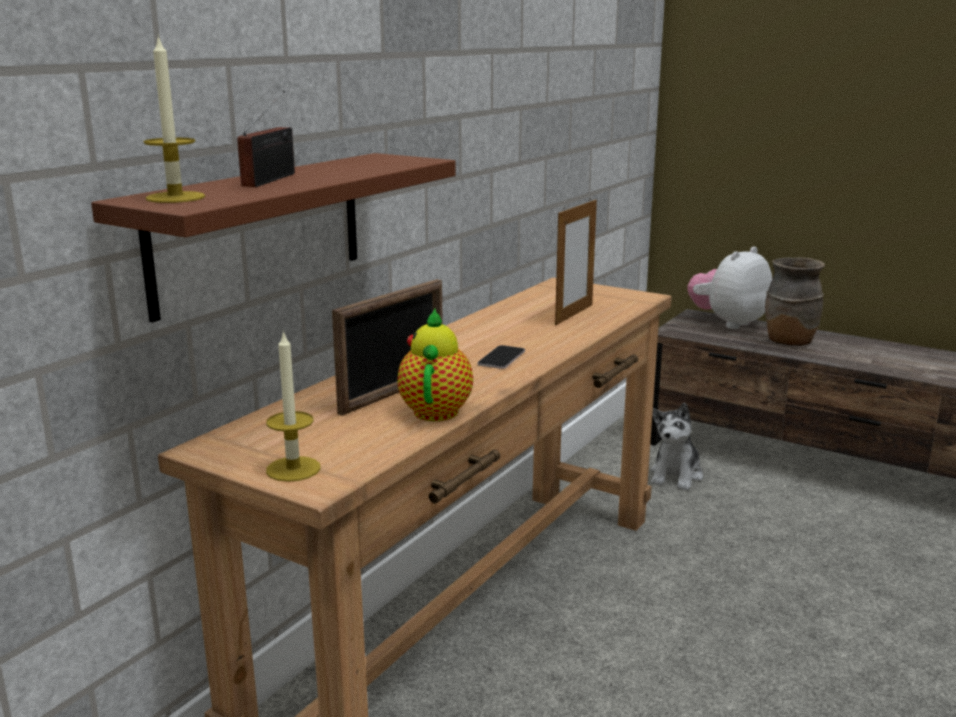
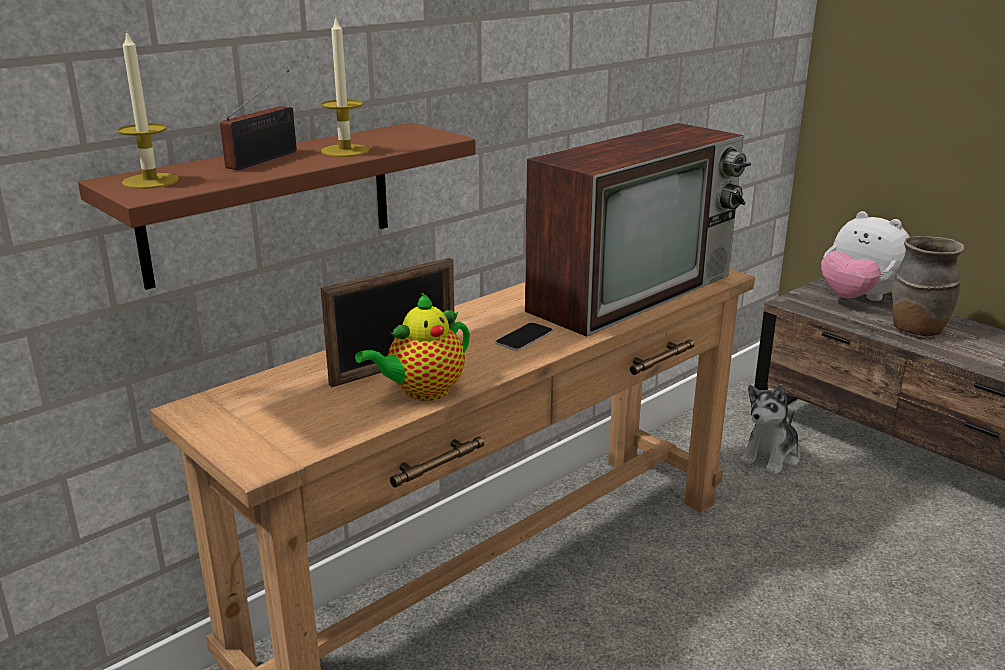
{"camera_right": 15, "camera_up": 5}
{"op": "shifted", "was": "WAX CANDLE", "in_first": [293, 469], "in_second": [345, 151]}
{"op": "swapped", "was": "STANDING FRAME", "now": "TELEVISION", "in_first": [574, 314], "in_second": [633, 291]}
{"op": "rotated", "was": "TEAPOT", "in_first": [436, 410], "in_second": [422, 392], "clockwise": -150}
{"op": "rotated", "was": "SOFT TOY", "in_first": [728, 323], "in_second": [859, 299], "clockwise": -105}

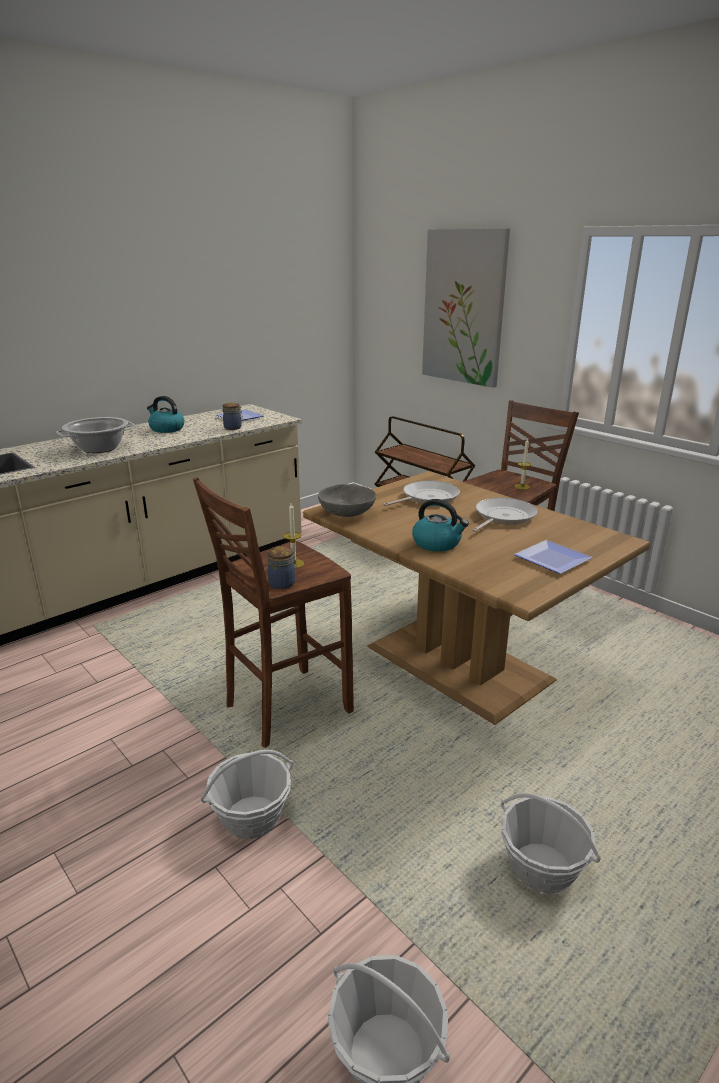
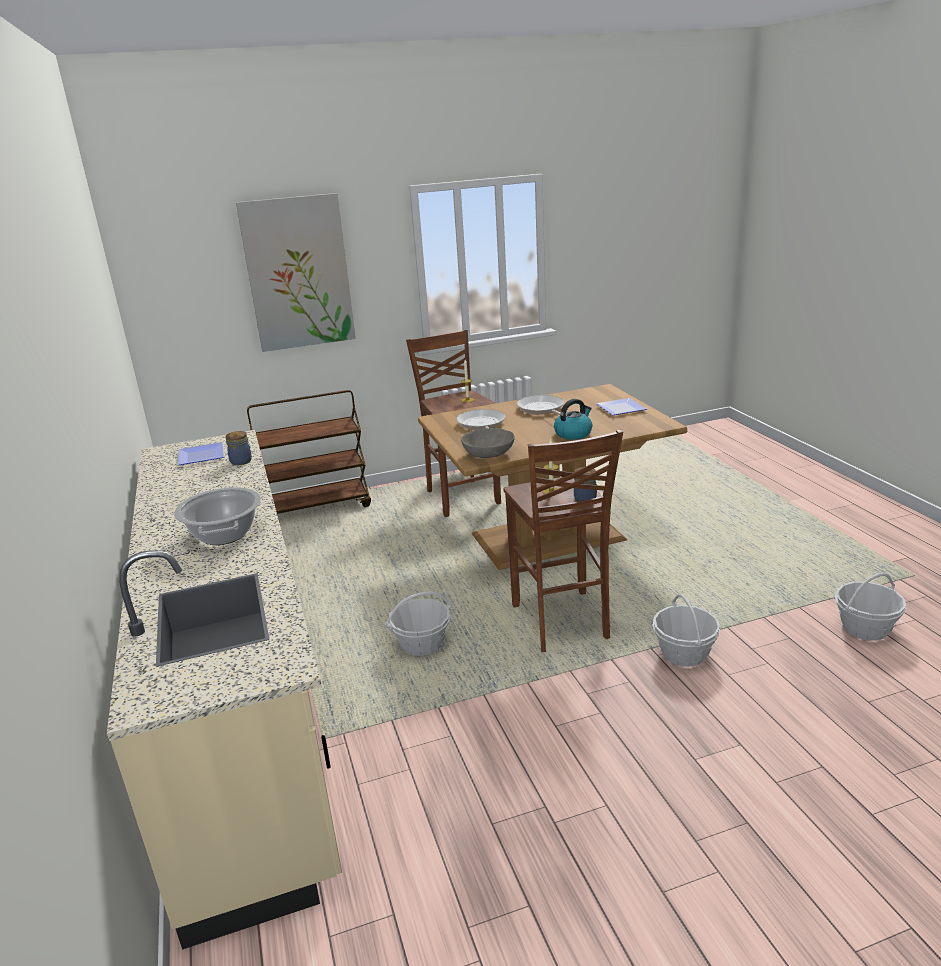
{"camera_right": -65, "camera_up": 0}
{"op": "gone", "was": "TEA KETTLE", "in_first": [166, 429]}
{"op": "shifted", "was": "STORAGE BASKET", "in_first": [541, 867], "in_second": [422, 644]}

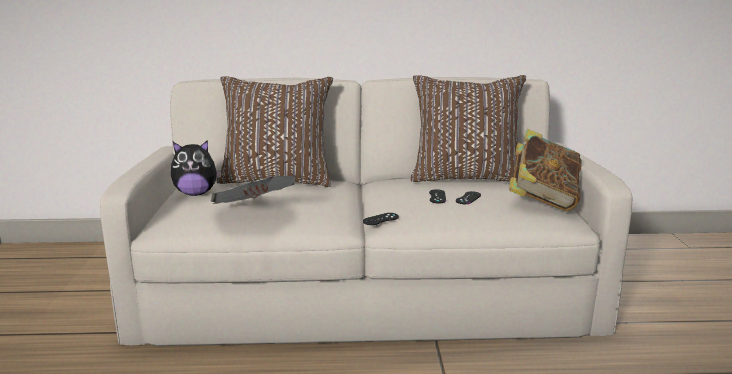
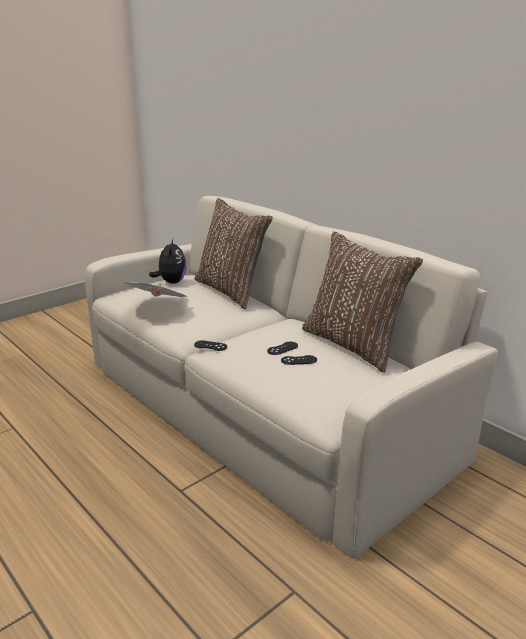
{"camera_right": 50, "camera_up": 5}
{"op": "gone", "was": "BOOK", "in_first": [542, 200]}
{"op": "rotated", "was": "SOFT TOY", "in_first": [196, 193], "in_second": [171, 282], "clockwise": -135}

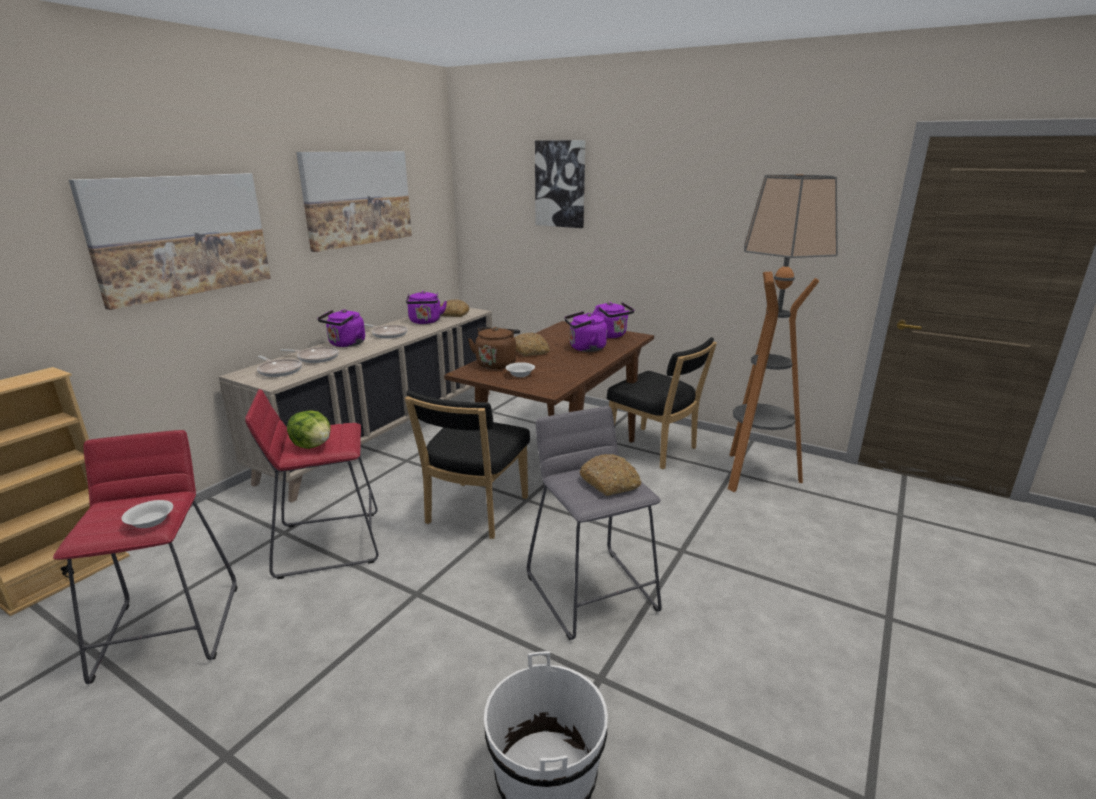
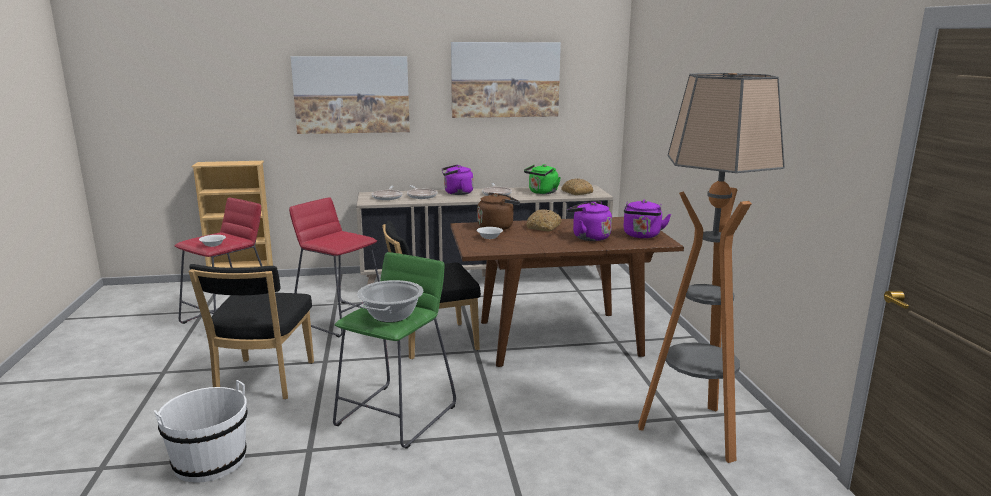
{"camera_right": 50, "camera_up": -5}
{"op": "gone", "was": "LETTUCE HEAD", "in_first": [313, 445]}
{"op": "gone", "was": "PICTURE", "in_first": [560, 184]}
{"op": "shifted", "was": "BLACKISH UPRIGHT CHAIR", "in_first": [655, 450], "in_second": [263, 382]}
{"op": "swapped", "was": "BAKERY BREAD", "now": "SAUCEPOT", "in_first": [610, 483], "in_second": [391, 315]}
{"op": "repainted", "was": "PURPLISH TEA KETTLE", "now": "GREEN TEA KETTLE", "in_first": [425, 322], "in_second": [542, 192]}
{"op": "repainted", "was": "GRAY SITTING STOOL", "now": "GREEN SITTING STOOL", "in_first": [592, 592], "in_second": [396, 415]}

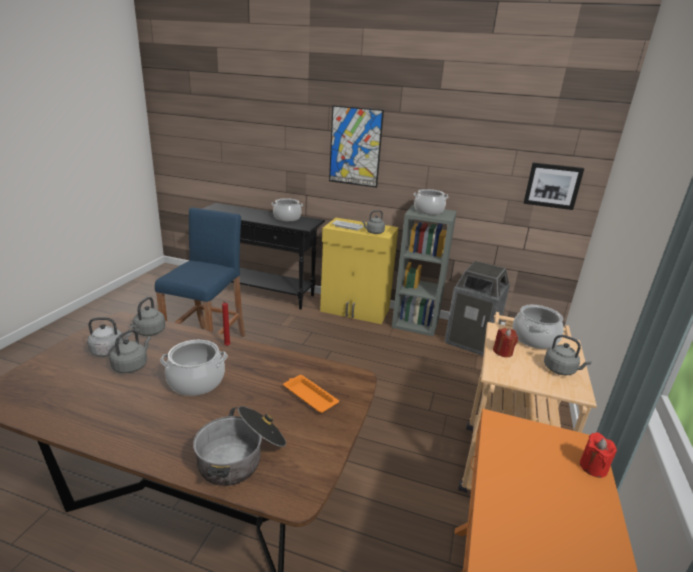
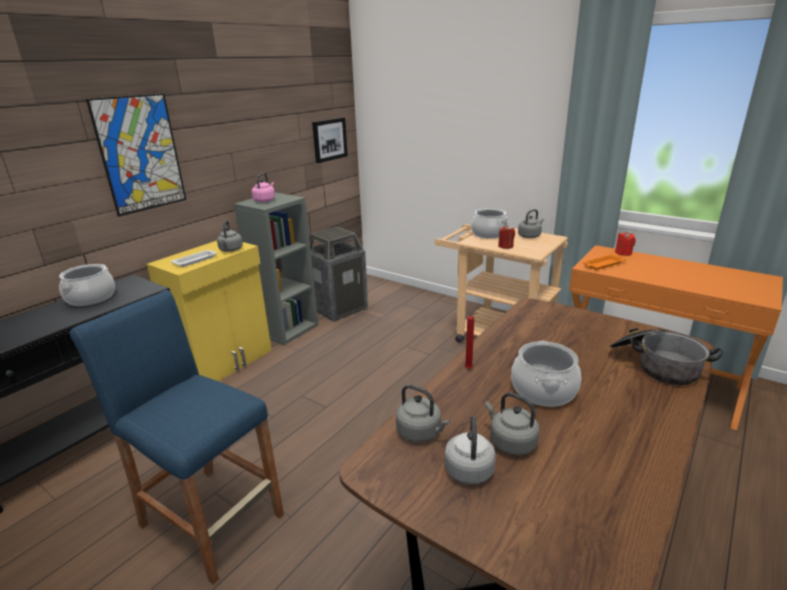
{"camera_right": -70, "camera_up": 0}
{"op": "shifted", "was": "ORANGE-COLOURED CARRYING TRAY", "in_first": [309, 396], "in_second": [602, 264]}
{"op": "swapped", "was": "SAUCEPOT", "now": "PINK-COLOURED TEA KETTLE", "in_first": [428, 211], "in_second": [265, 200]}

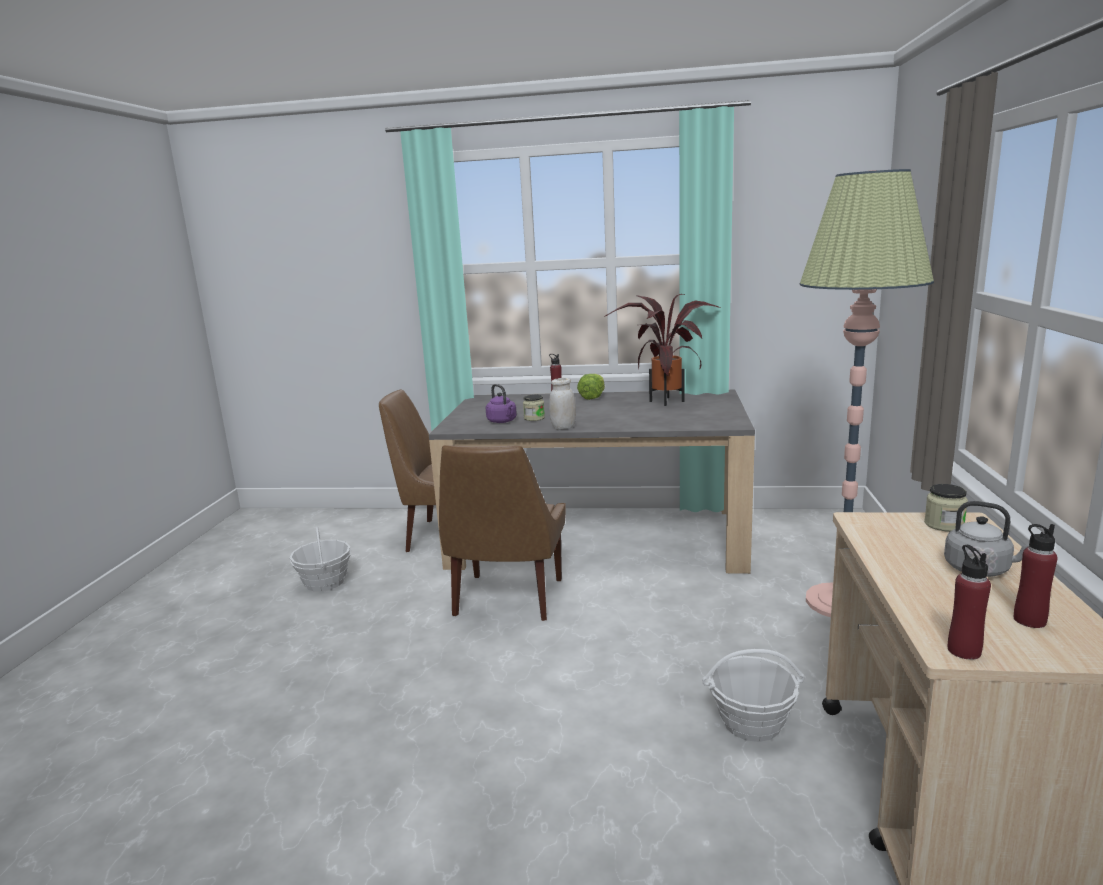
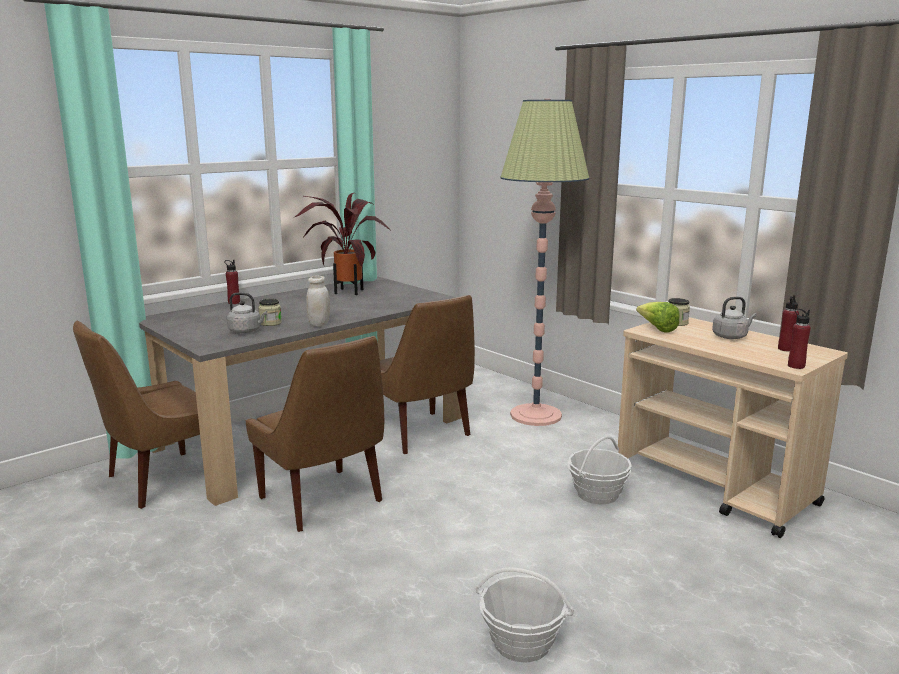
{"camera_right": -50, "camera_up": 0}
{"op": "new", "now": "BROWN UPRIGHT CHAIR", "in_second": [421, 434]}
{"op": "shifted", "was": "STORAGE BASKET", "in_first": [325, 582], "in_second": [521, 642]}
{"op": "shifted", "was": "LETTUCE HEAD", "in_first": [593, 397], "in_second": [657, 329]}
{"op": "repainted", "was": "PURPLISH TEA KETTLE", "now": "GRAY TEA KETTLE", "in_first": [502, 421], "in_second": [246, 331]}

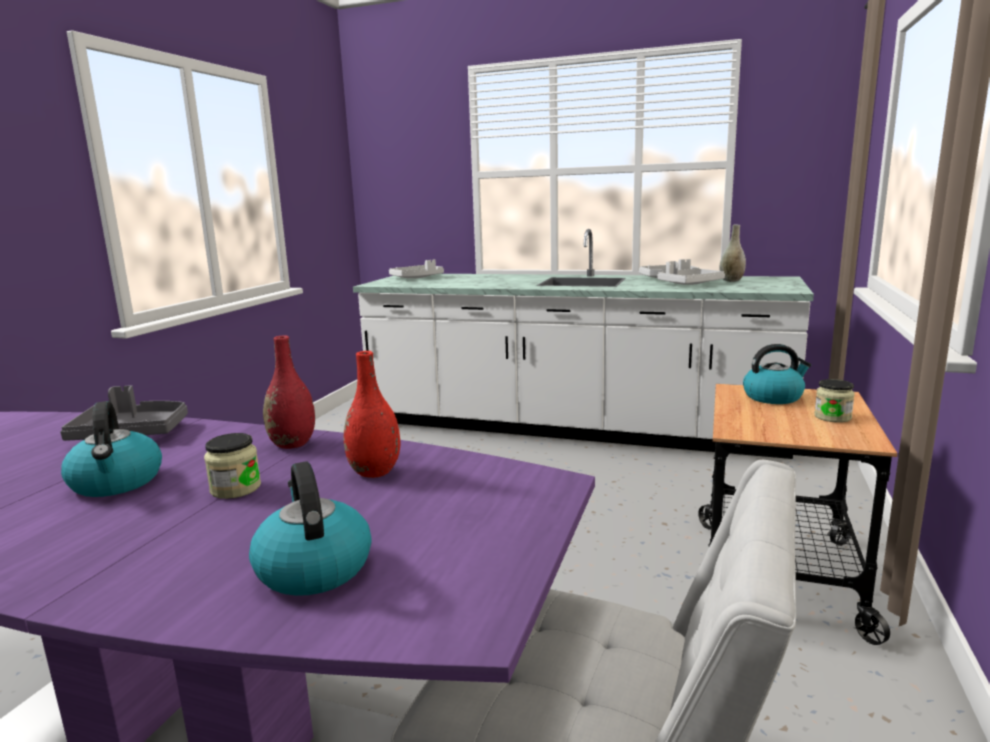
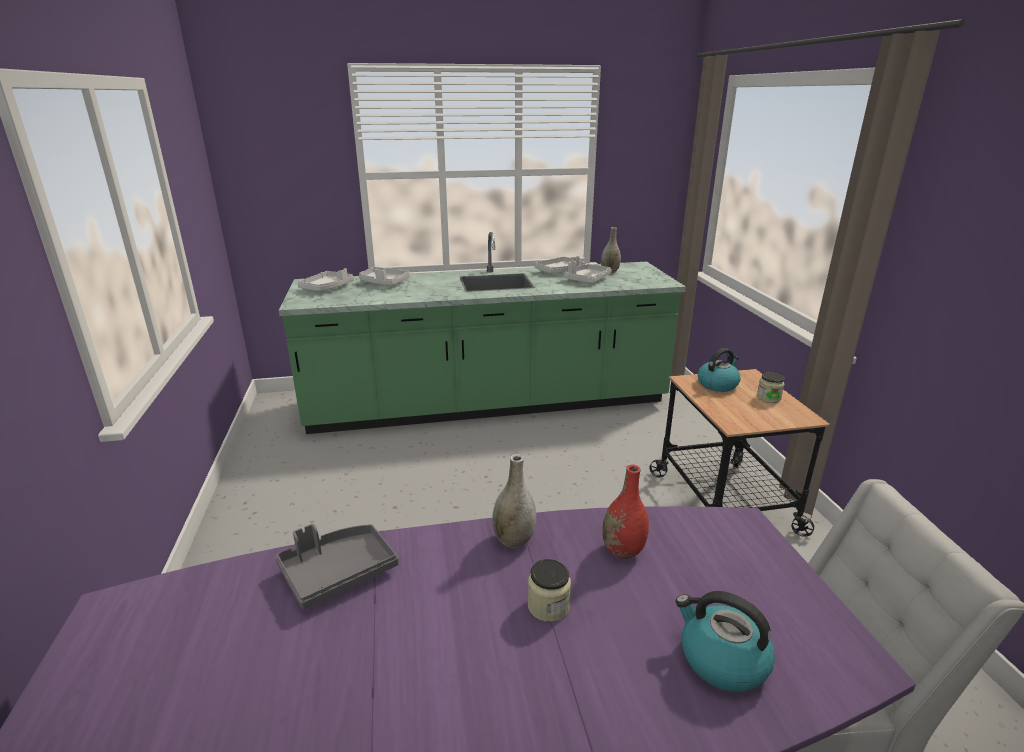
{"camera_right": -30, "camera_up": 10}
{"op": "gone", "was": "TEA KETTLE", "in_first": [117, 483]}
{"op": "new", "now": "GRAY CARRYING TRAY", "in_second": [383, 282]}
{"op": "repainted", "was": "RED DECORATIVE VASE", "now": "GRAY DECORATIVE VASE", "in_first": [292, 444], "in_second": [514, 539]}
{"op": "repainted", "was": "WHITE KITCHEN COUNTER", "now": "GREEN KITCHEN COUNTER", "in_first": [570, 427], "in_second": [488, 404]}

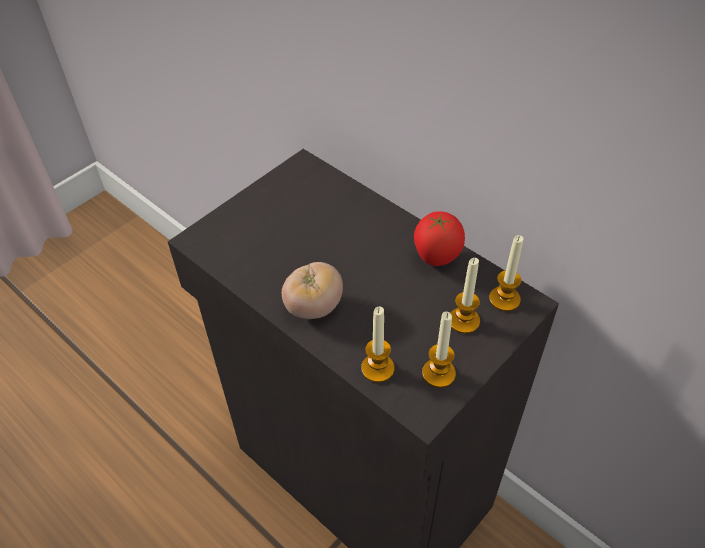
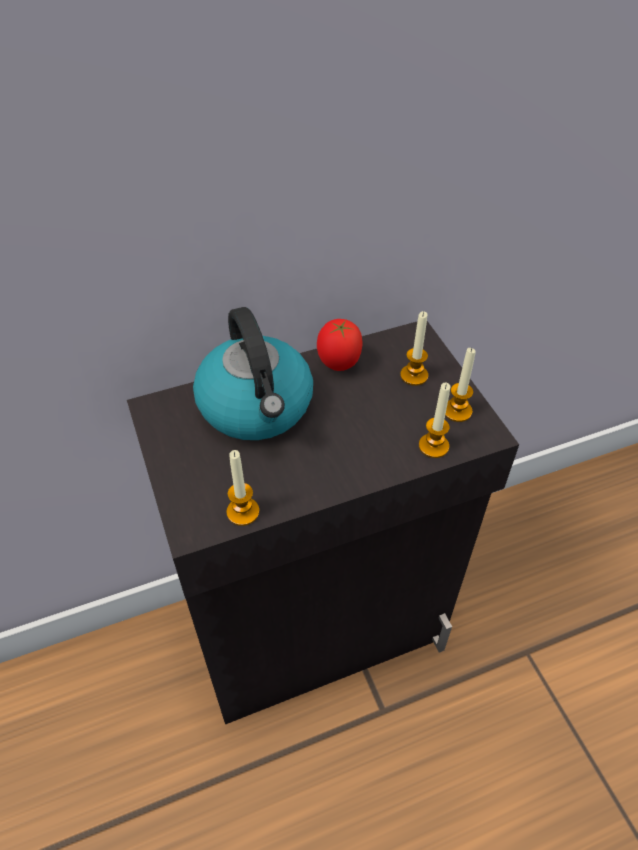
{"camera_right": -65, "camera_up": 0}
{"op": "gone", "was": "FRESH TOMATO", "in_first": [313, 307]}
{"op": "new", "now": "TEA KETTLE", "in_second": [257, 407]}
{"op": "shifted", "was": "WAX CANDLE", "in_first": [504, 299], "in_second": [243, 512]}

